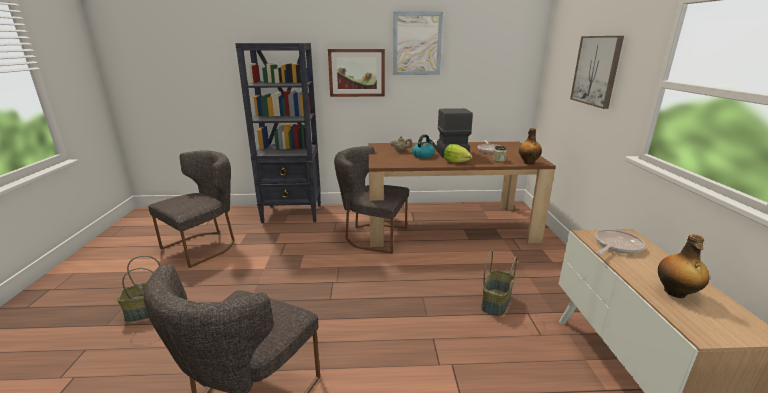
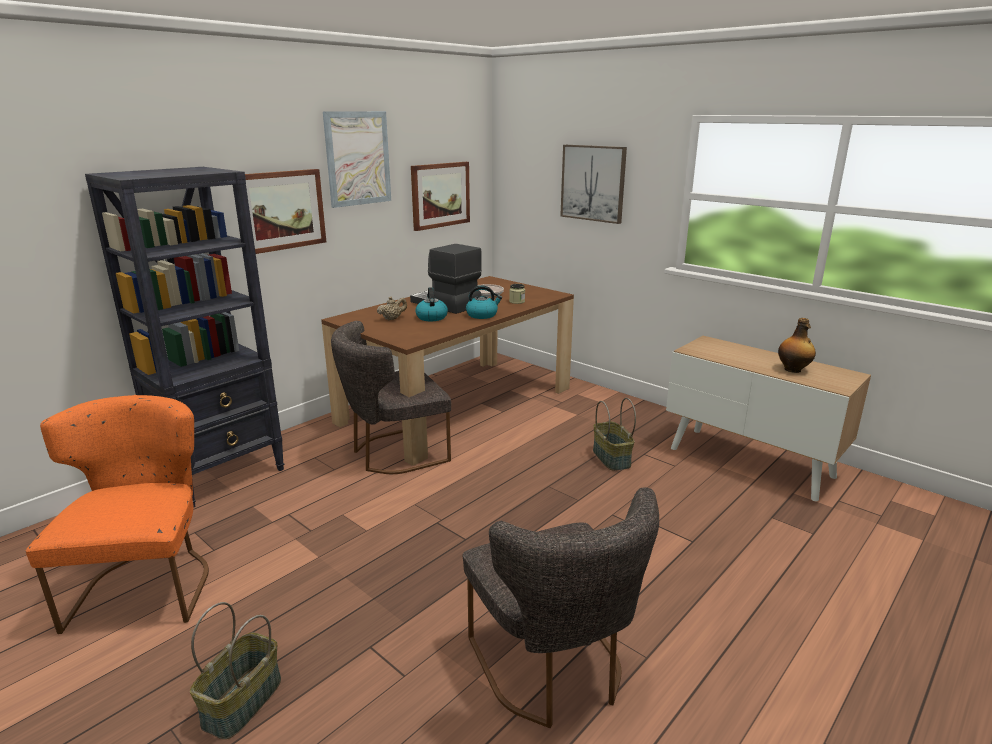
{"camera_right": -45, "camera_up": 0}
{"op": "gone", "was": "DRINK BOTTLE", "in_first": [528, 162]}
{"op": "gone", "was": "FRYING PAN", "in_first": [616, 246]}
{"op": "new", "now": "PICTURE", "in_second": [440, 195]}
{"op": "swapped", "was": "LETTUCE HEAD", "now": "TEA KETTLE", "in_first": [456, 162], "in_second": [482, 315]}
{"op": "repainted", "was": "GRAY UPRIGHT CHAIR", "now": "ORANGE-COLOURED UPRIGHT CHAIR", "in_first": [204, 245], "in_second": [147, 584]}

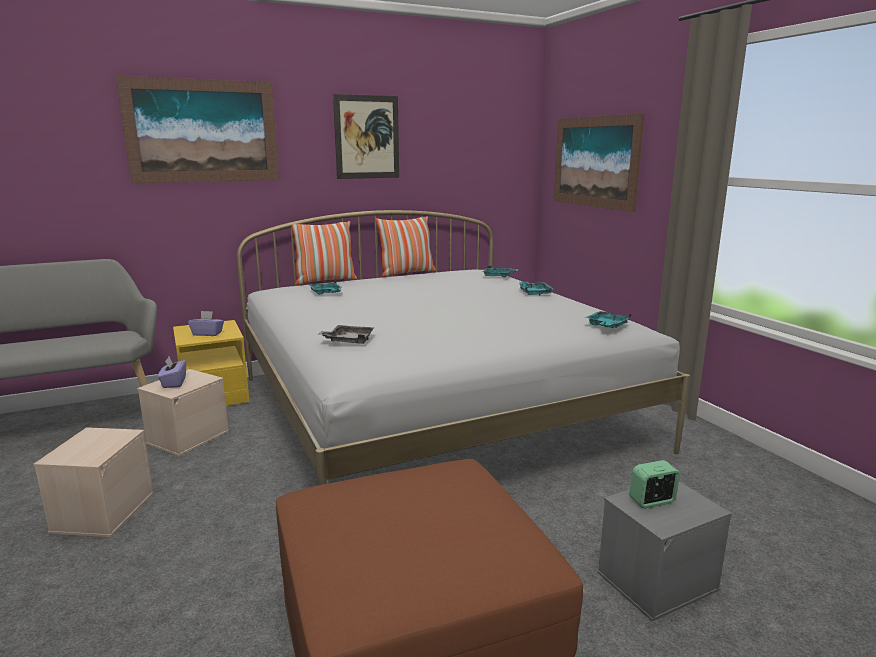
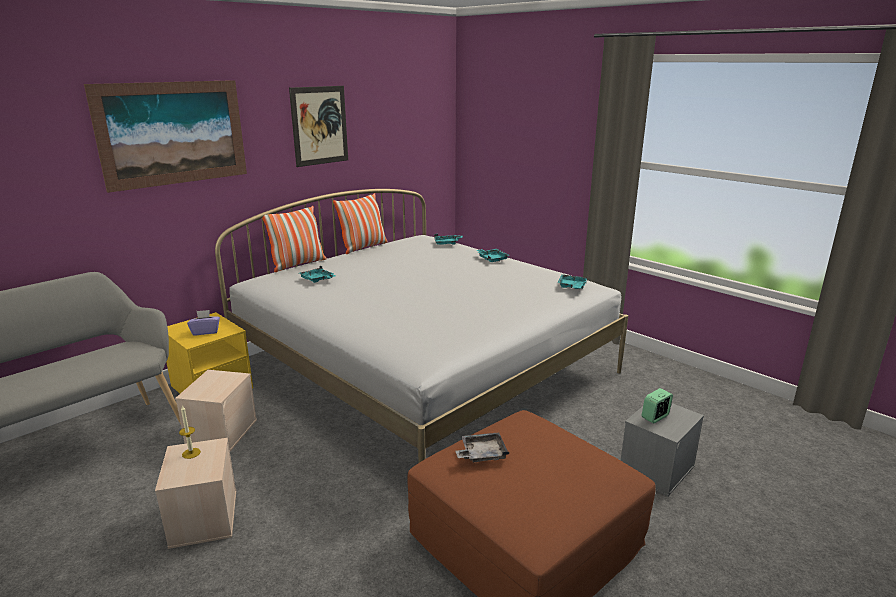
{"camera_right": -20, "camera_up": 5}
{"op": "gone", "was": "PURPLISH TISSUE HOLDER", "in_first": [174, 383]}
{"op": "gone", "was": "PICTURE", "in_first": [595, 162]}
{"op": "new", "now": "WAX CANDLE", "in_second": [191, 453]}
{"op": "shifted", "was": "GRAY CARRYING TRAY", "in_first": [348, 340], "in_second": [482, 454]}

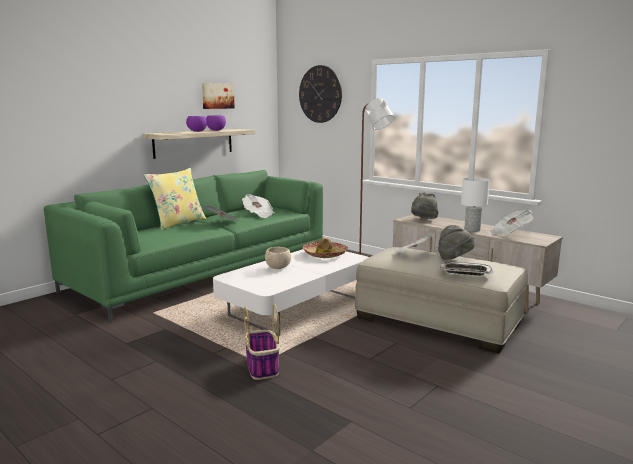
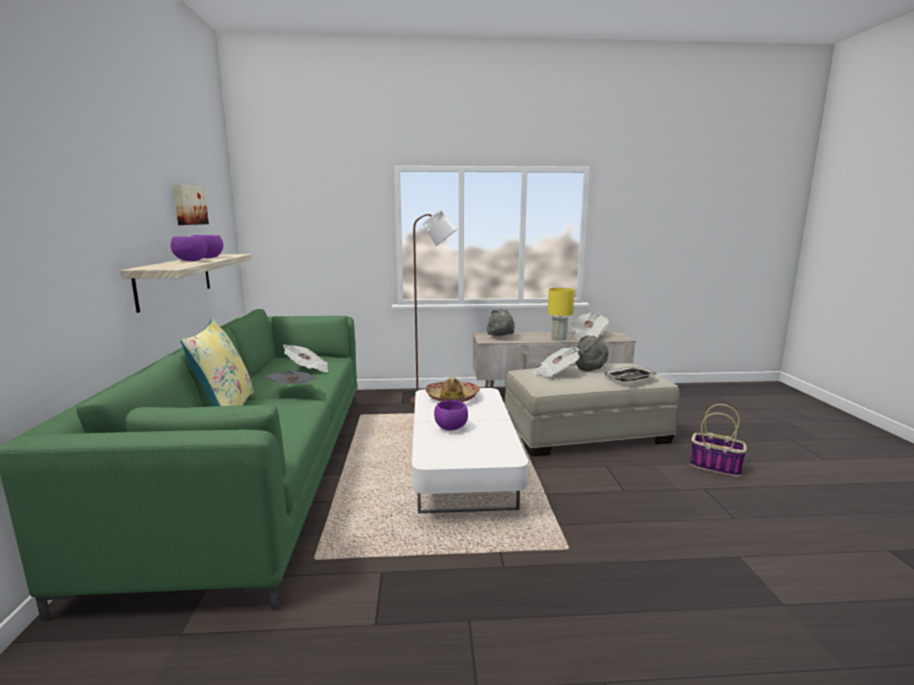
{"camera_right": -45, "camera_up": 0}
{"op": "gone", "was": "CLOCK ON THE WALL", "in_first": [320, 94]}
{"op": "shifted", "was": "STORAGE BASKET", "in_first": [262, 367], "in_second": [716, 467]}
{"op": "repainted", "was": "SAND-COLOURED DEEP DISH", "now": "PURPLISH DEEP DISH", "in_first": [278, 268], "in_second": [451, 428]}
{"op": "repainted", "was": "WHITE LAMP FOR A TABLE", "now": "YELLOW-COLOURED LAMP FOR A TABLE", "in_first": [472, 230], "in_second": [558, 338]}

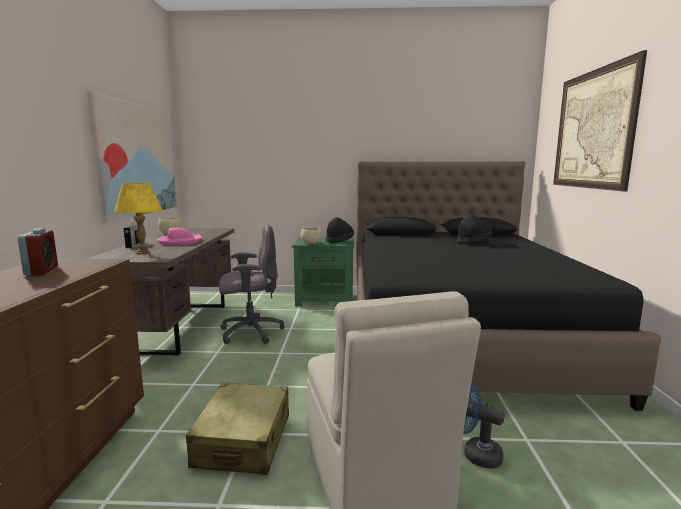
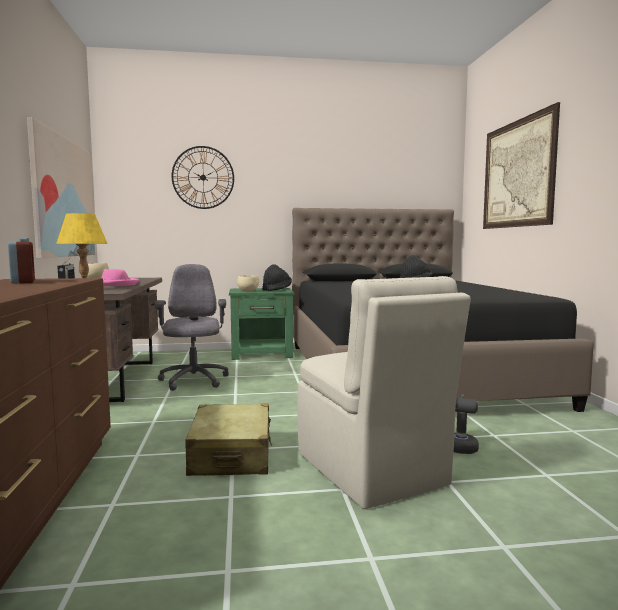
{"camera_right": -10, "camera_up": -5}
{"op": "new", "now": "CLOCK ON THE WALL", "in_second": [203, 177]}
{"op": "rotated", "was": "GRAY DESK CHAIR", "in_first": [250, 332], "in_second": [193, 381], "clockwise": -75}

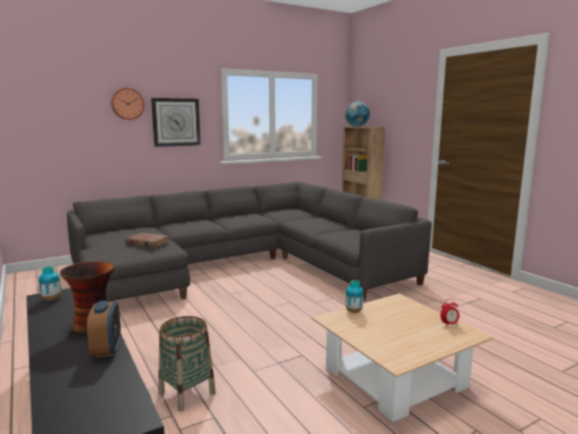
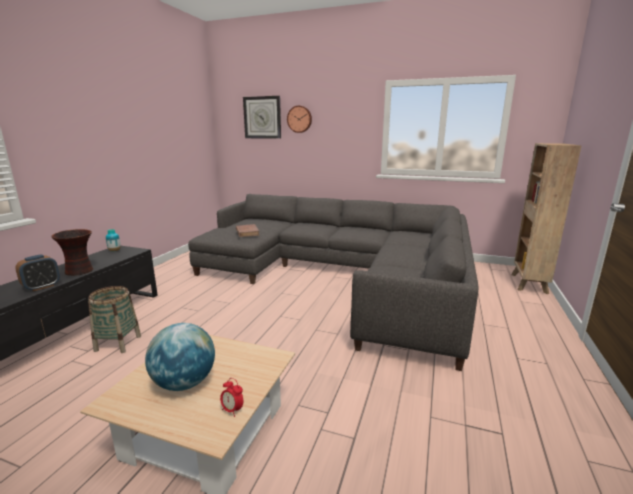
{"camera_right": 50, "camera_up": 5}
{"op": "gone", "was": "DECORATIVE VASE", "in_first": [354, 311]}
{"op": "shifted", "was": "CLOCK ON THE WALL", "in_first": [176, 122], "in_second": [262, 117]}
{"op": "shifted", "was": "DESK GLOBE", "in_first": [356, 126], "in_second": [184, 383]}

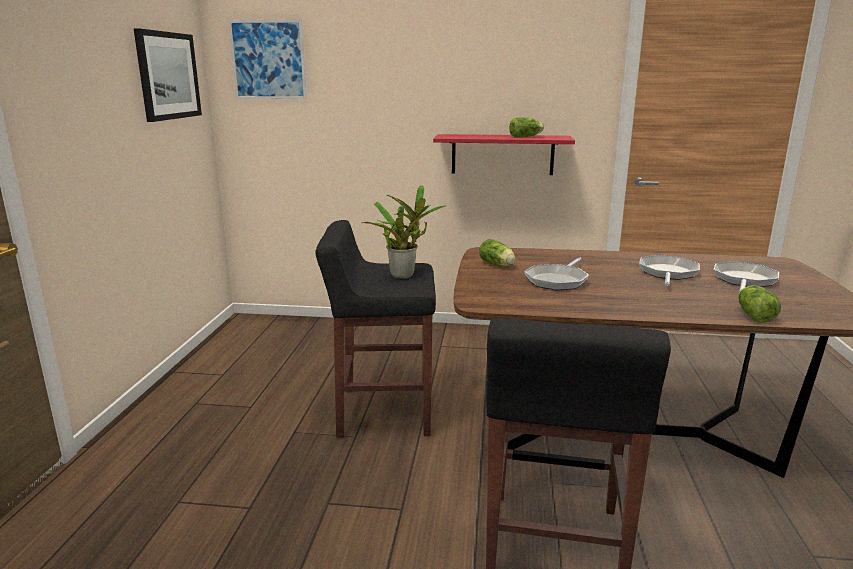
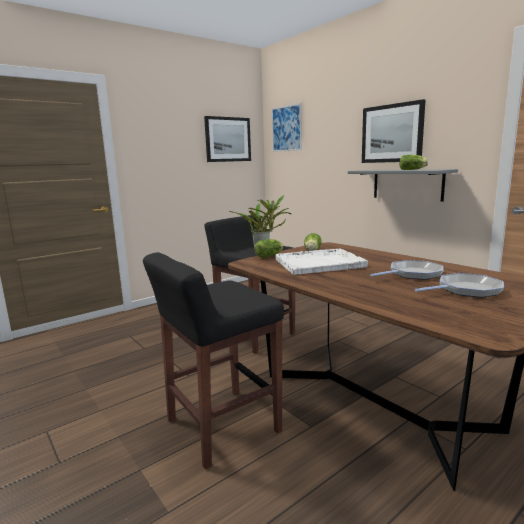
{"camera_right": 45, "camera_up": -5}
{"op": "new", "now": "PICTURE", "in_second": [392, 133]}
{"op": "shifted", "was": "LETTUCE HEAD", "in_first": [753, 315], "in_second": [270, 256]}
{"op": "swapped", "was": "FRYING PAN", "now": "WHITE CARRYING TRAY", "in_first": [557, 281], "in_second": [320, 263]}
{"op": "repainted", "was": "RED WALL SHELF", "now": "GRAY WALL SHELF", "in_first": [502, 154], "in_second": [407, 184]}

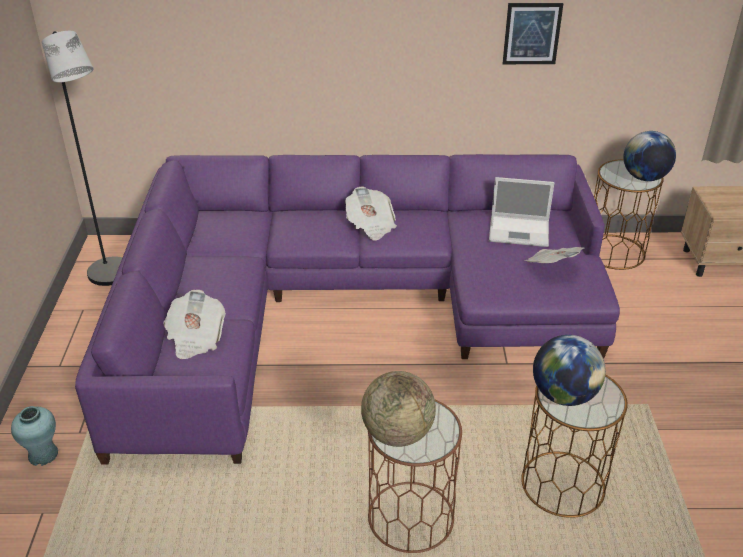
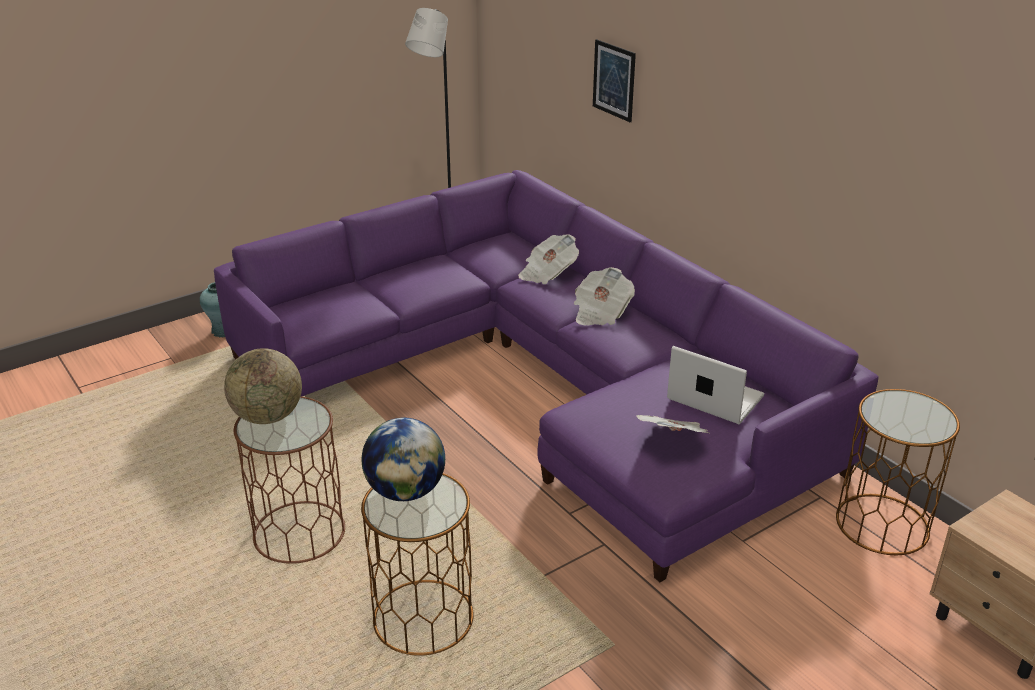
{"camera_right": 55, "camera_up": -5}
{"op": "gone", "was": "DESK GLOBE", "in_first": [644, 177]}
{"op": "shifted", "was": "NEWSPAPER", "in_first": [195, 338], "in_second": [547, 273]}
{"op": "shifted", "was": "PICTURE", "in_first": [532, 34], "in_second": [614, 80]}
{"op": "rotated", "was": "NOTEBOOK COMPUTER", "in_first": [520, 231], "in_second": [713, 398], "clockwise": 150}

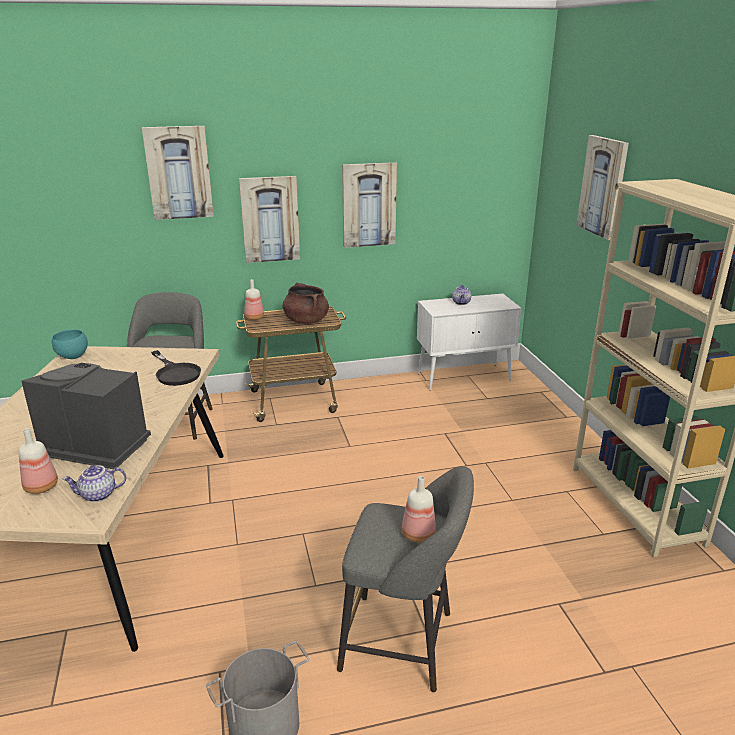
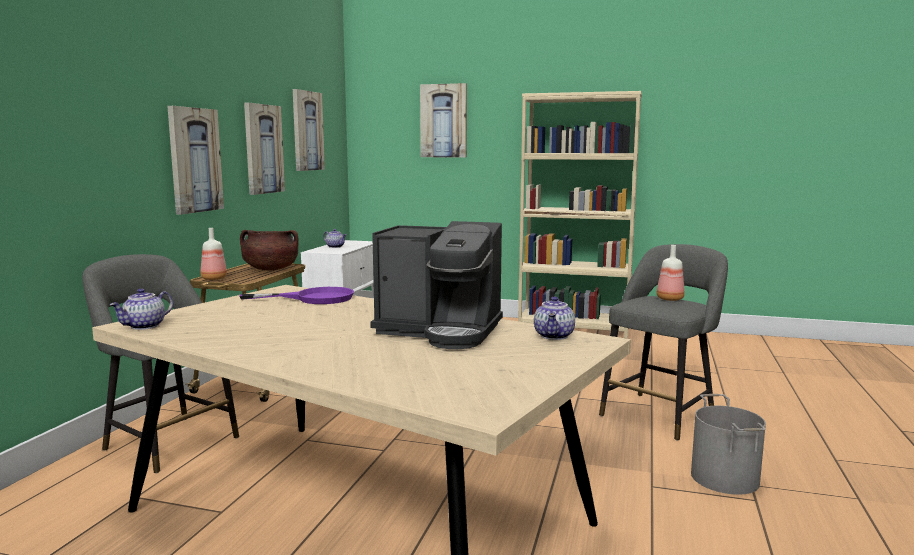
{"camera_right": -60, "camera_up": -15}
{"op": "gone", "was": "DRINK BOTTLE", "in_first": [42, 487]}
{"op": "shifted", "was": "PICTURE", "in_first": [179, 173], "in_second": [307, 131]}
{"op": "swapped", "was": "TURQUOISE-COLOURED DEEP DISH", "now": "TEAPOT", "in_first": [73, 356], "in_second": [144, 326]}
{"op": "repainted", "was": "BLACKISH FRYING PAN", "now": "PURPLISH FRYING PAN", "in_first": [175, 373], "in_second": [314, 298]}
{"op": "rotated", "was": "COFFEE MACHINE", "in_first": [95, 446], "in_second": [441, 331], "clockwise": -120}

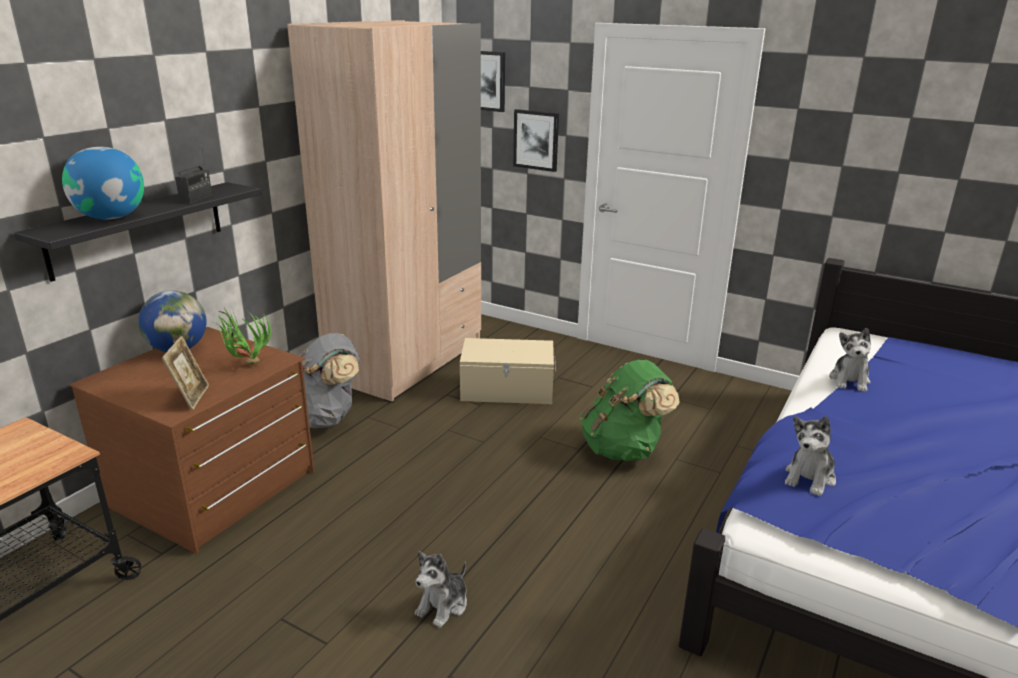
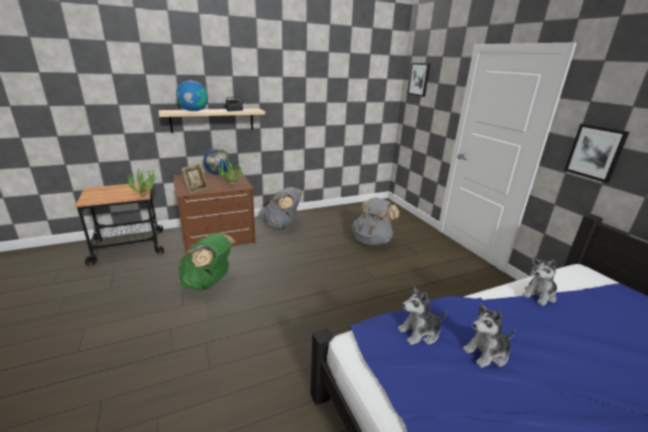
{"camera_right": 35, "camera_up": 0}
{"op": "gone", "was": "SAND-COLOURED WARDROBE", "in_first": [406, 361]}
{"op": "new", "now": "POTTED PLANT", "in_second": [147, 196]}
{"op": "shifted", "was": "SOFT TOY", "in_first": [443, 605], "in_second": [487, 353]}
{"op": "shifted", "was": "PICTURE", "in_first": [536, 140], "in_second": [595, 152]}
{"op": "shifted", "was": "GREEN RUCKSACK", "in_first": [624, 449], "in_second": [208, 283]}
{"op": "swapped", "was": "SAND-COLOURED STORAGE CONTAINER", "now": "GRAY RUCKSACK", "in_first": [507, 390], "in_second": [372, 241]}
{"op": "repainted", "was": "BLACKISH WALL SHELF", "now": "SAND-COLOURED WALL SHELF", "in_first": [138, 229], "in_second": [212, 120]}

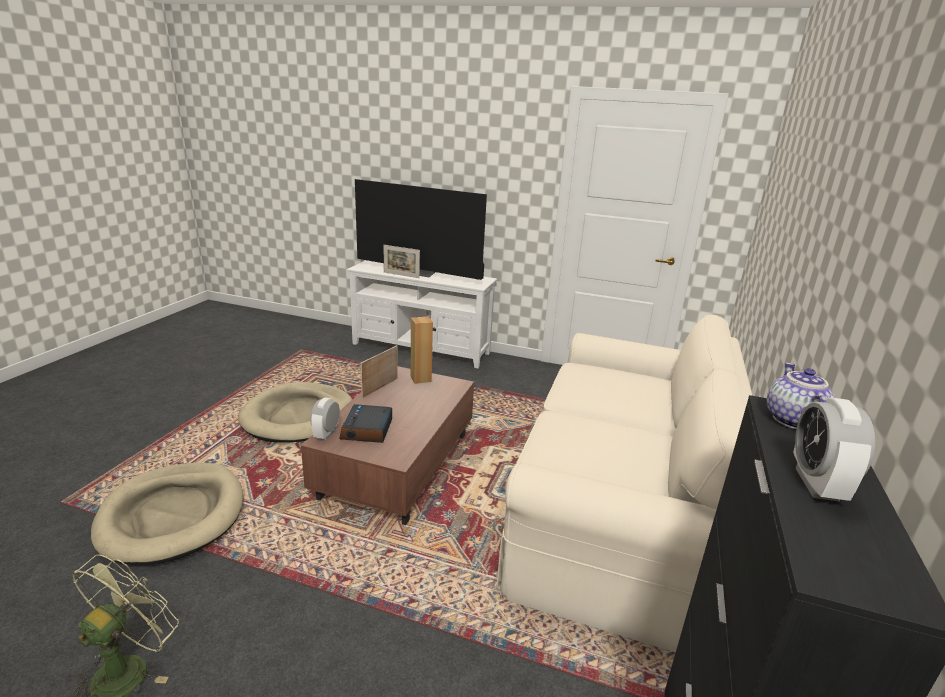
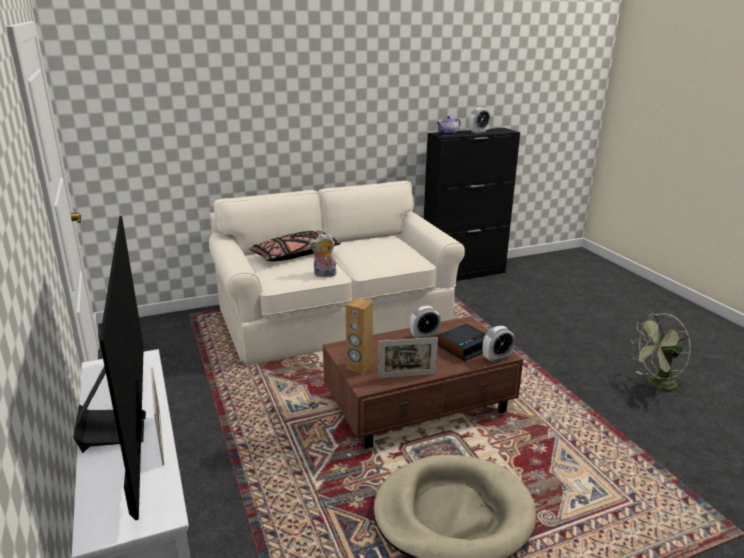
{"camera_right": -130, "camera_up": 0}
{"op": "gone", "was": "SAND-COLOURED DOG BED", "in_first": [173, 515]}
{"op": "new", "now": "BLACKISH THROW PILLOW", "in_second": [295, 255]}
{"op": "new", "now": "SOFT TOY", "in_second": [324, 275]}
{"op": "new", "now": "BEDSIDE CLOCK", "in_second": [424, 336]}

